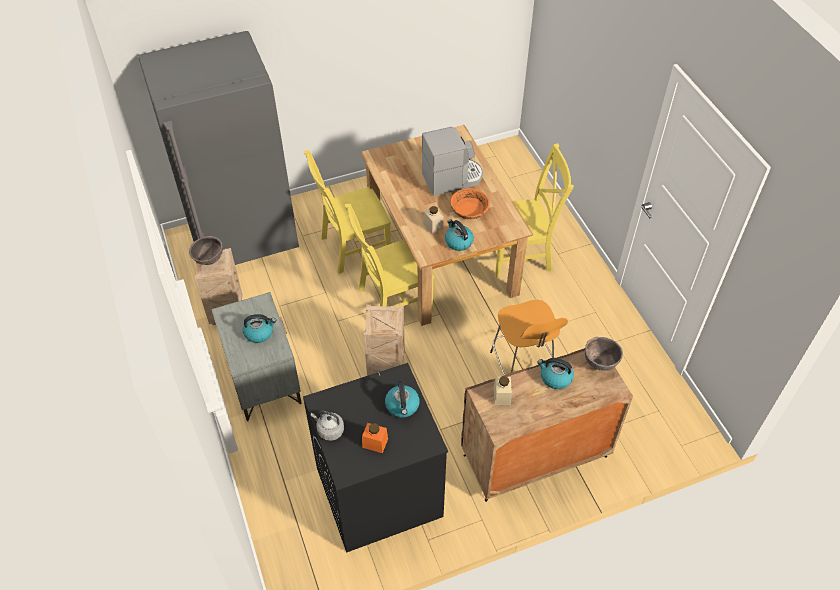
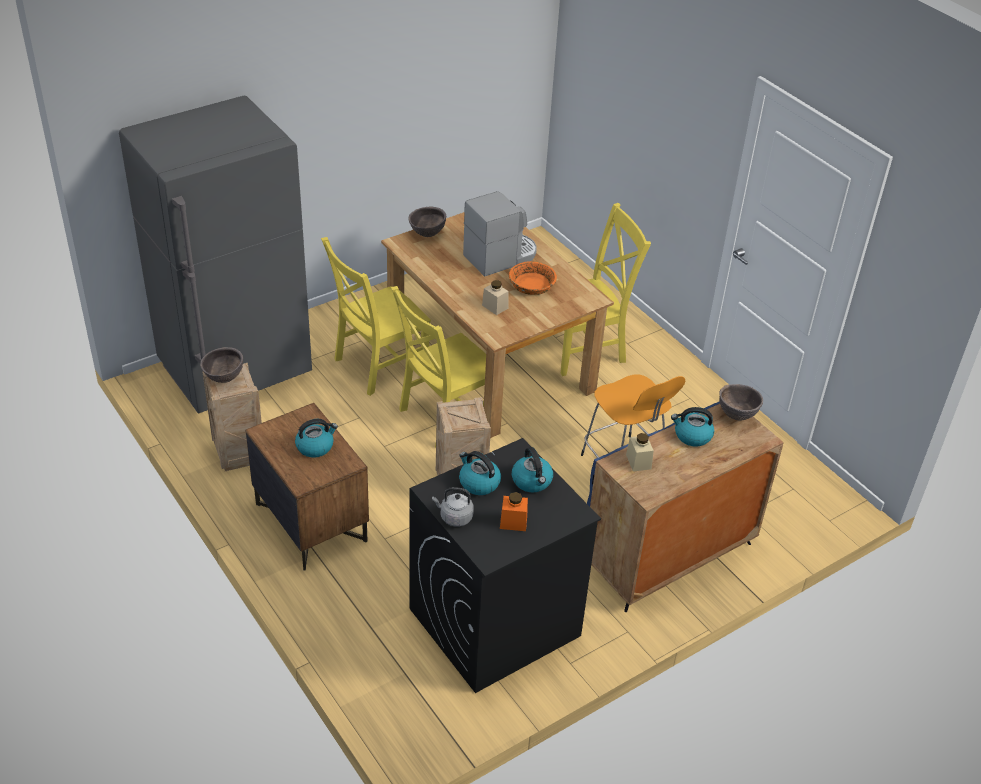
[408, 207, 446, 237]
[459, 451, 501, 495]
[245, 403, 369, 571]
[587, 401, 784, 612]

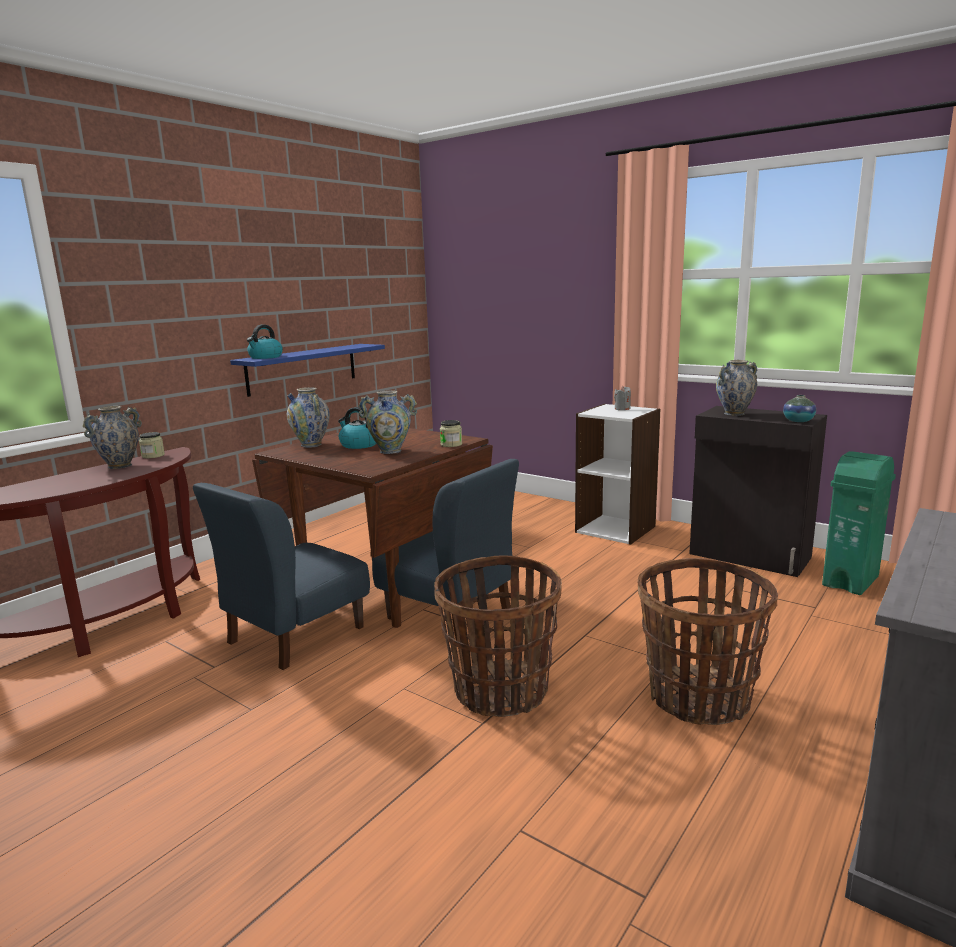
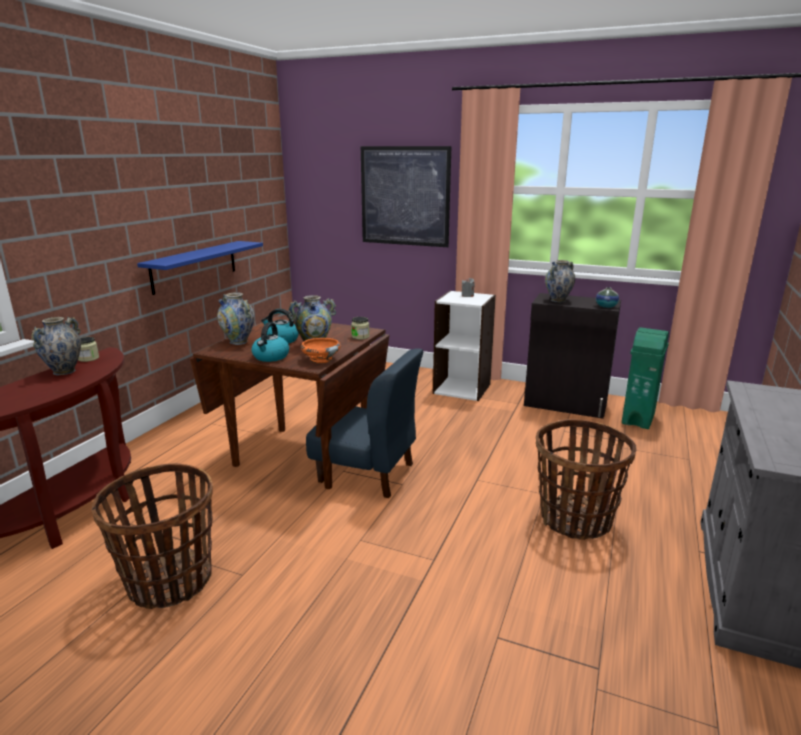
[193, 483, 370, 670] (first image)
[301, 338, 340, 364]
[361, 146, 452, 247]
[252, 322, 289, 362]
[92, 463, 213, 609]

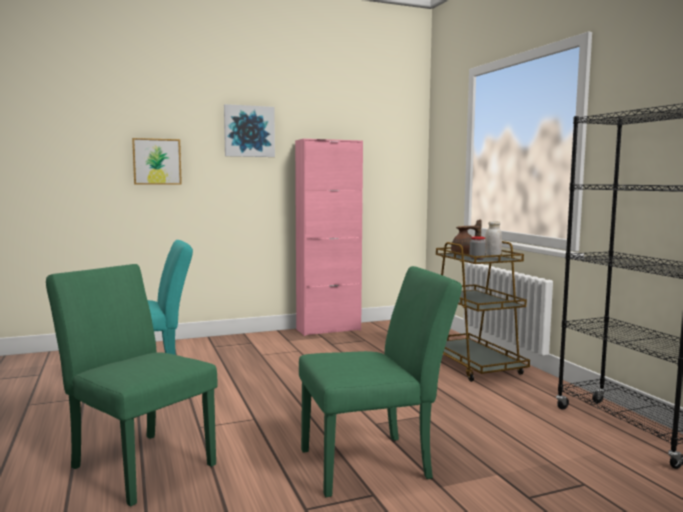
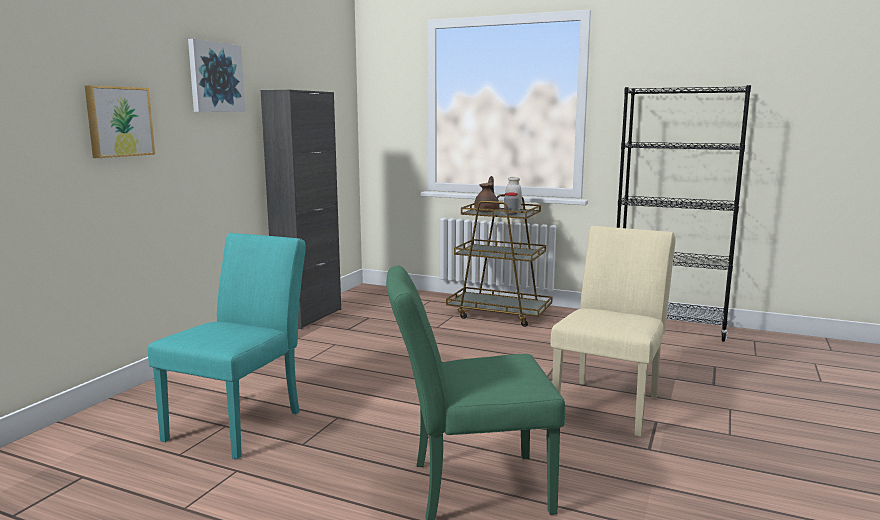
[261, 90, 341, 329]
[550, 226, 676, 437]

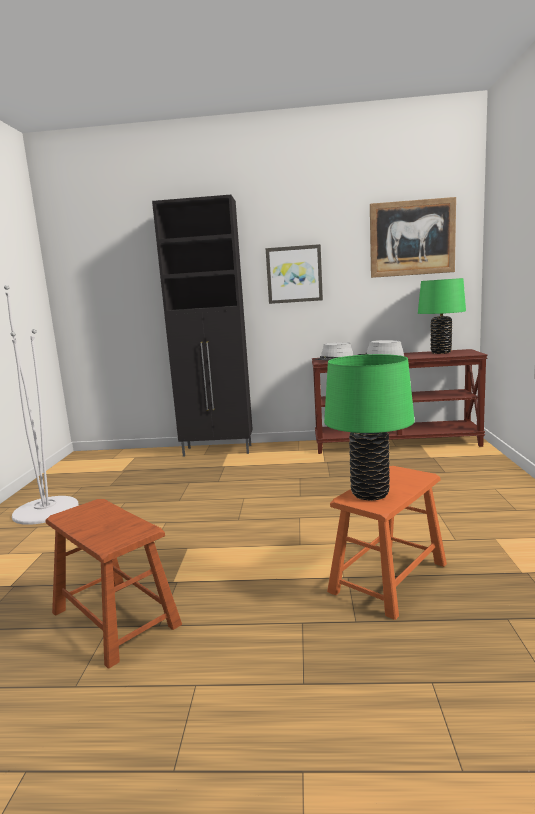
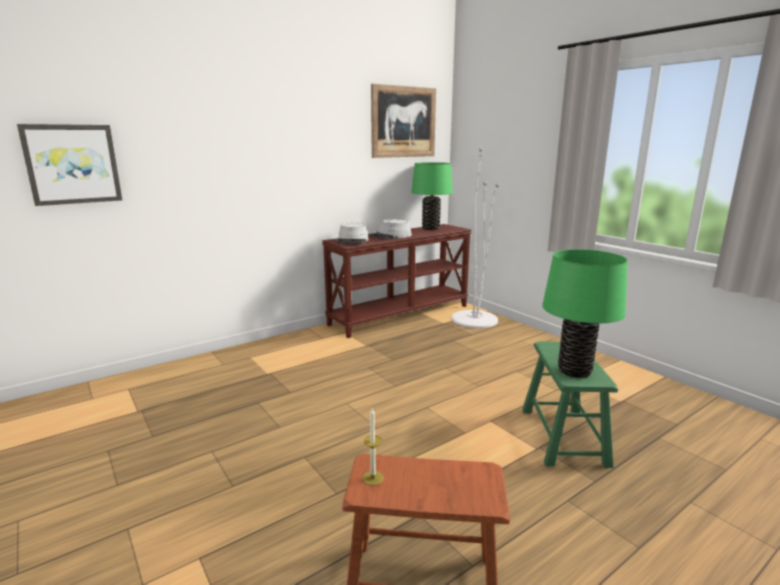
[152, 195, 253, 457] (first image)
[363, 408, 384, 486]
[451, 148, 499, 328]
[17, 124, 122, 206]
[522, 341, 618, 468]

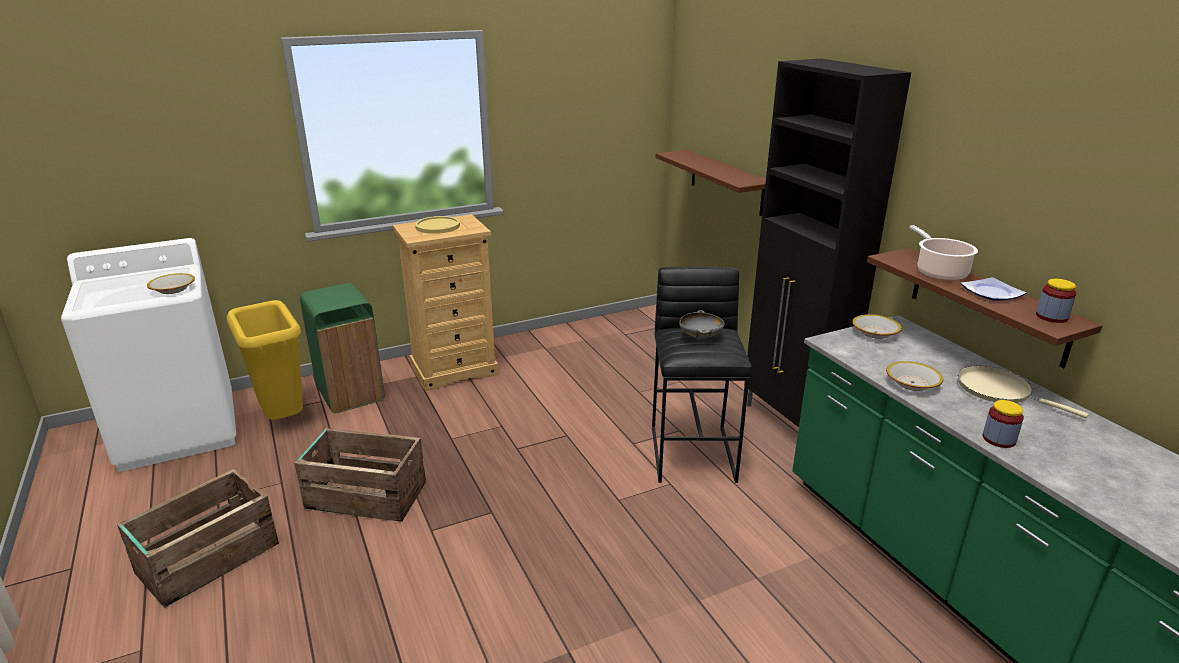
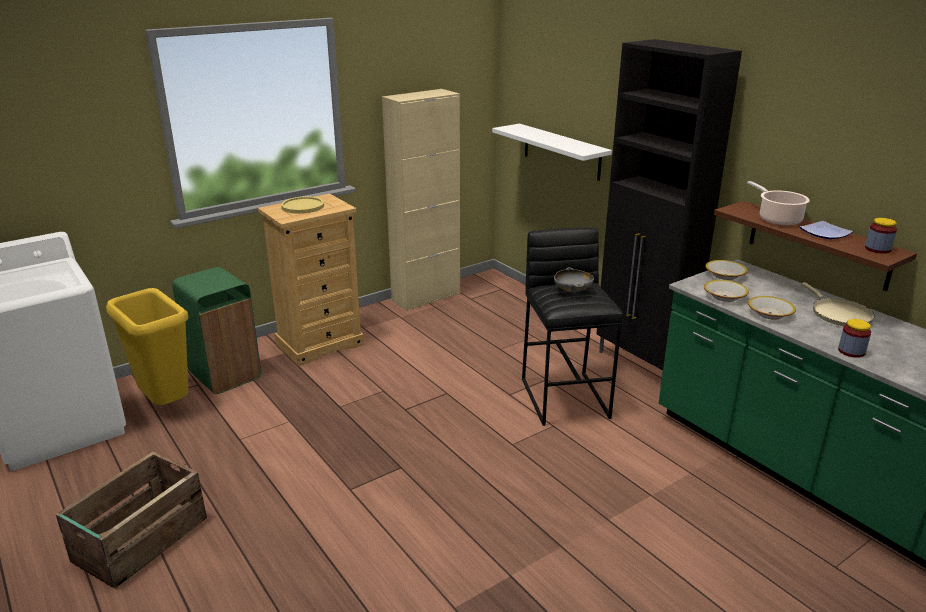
[294, 428, 426, 522] (first image)
[382, 89, 460, 311]
[704, 280, 749, 302]
[492, 123, 612, 181]
[801, 282, 875, 326]

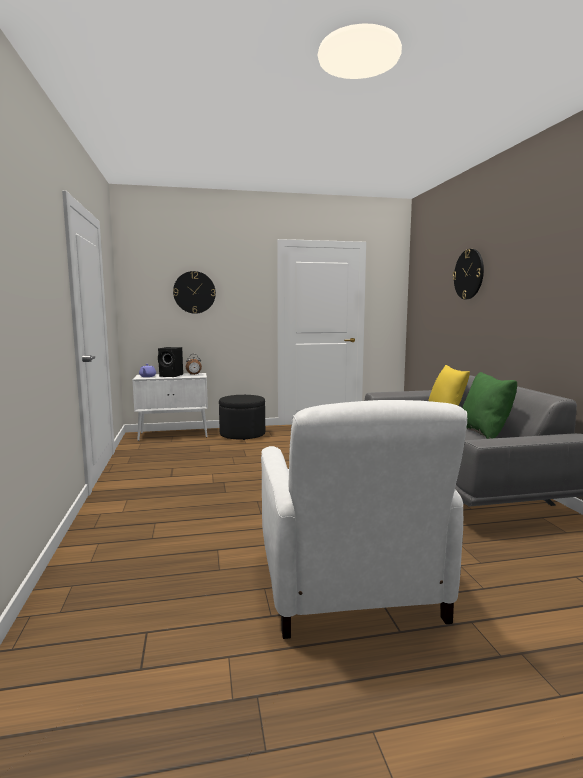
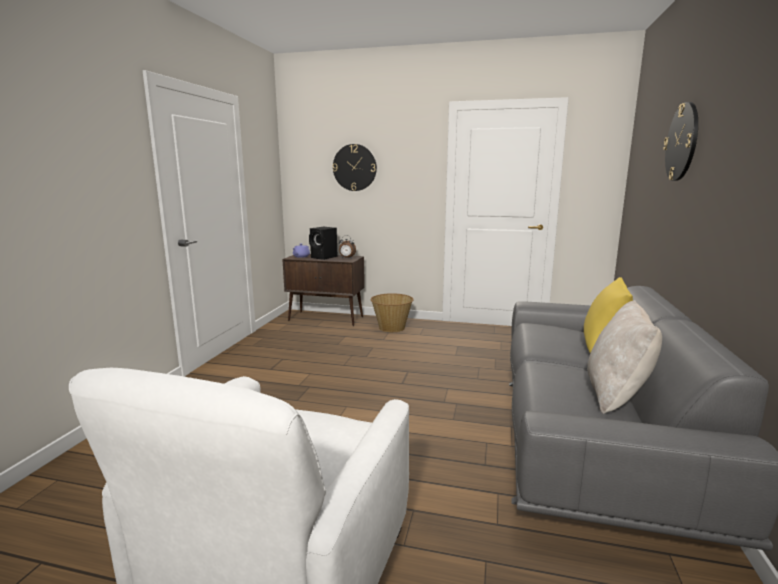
[371, 293, 414, 332]
[282, 254, 364, 326]
[587, 300, 662, 414]

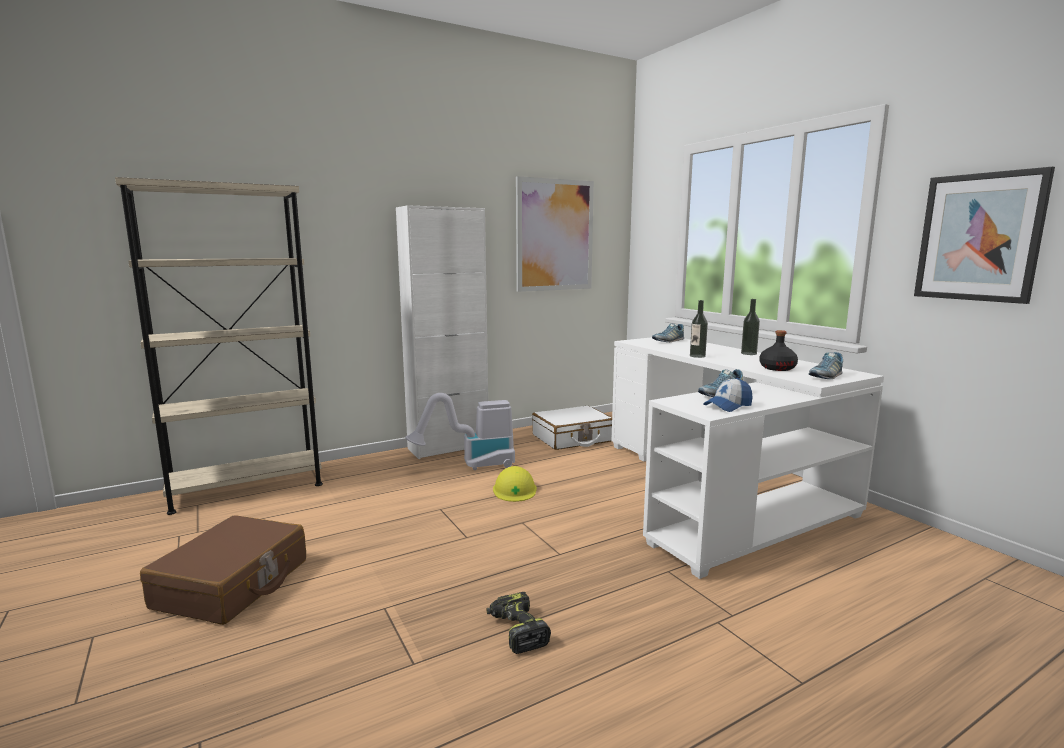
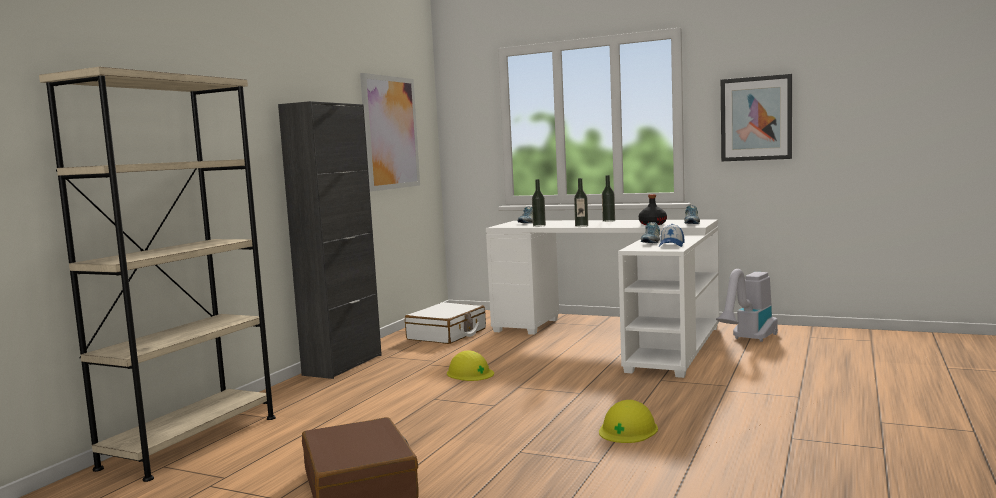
[532, 179, 546, 227]
[716, 269, 778, 342]
[599, 400, 658, 443]
[278, 101, 382, 379]

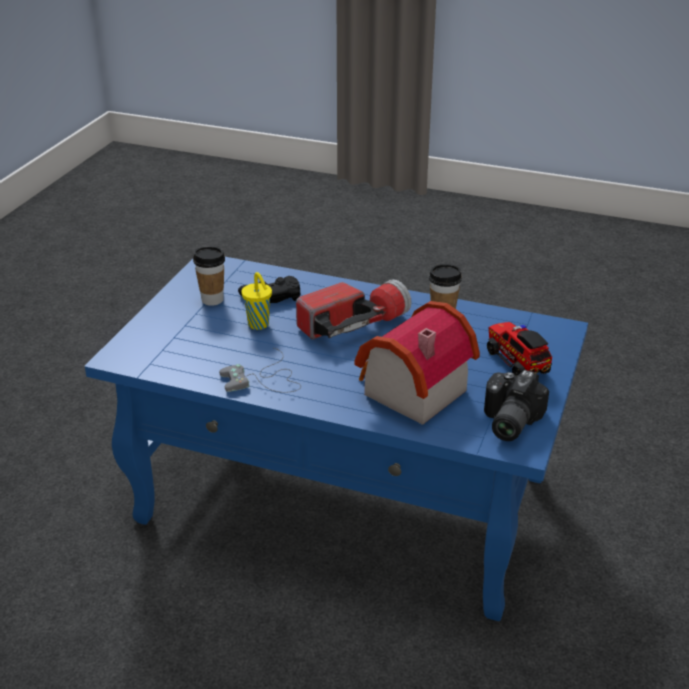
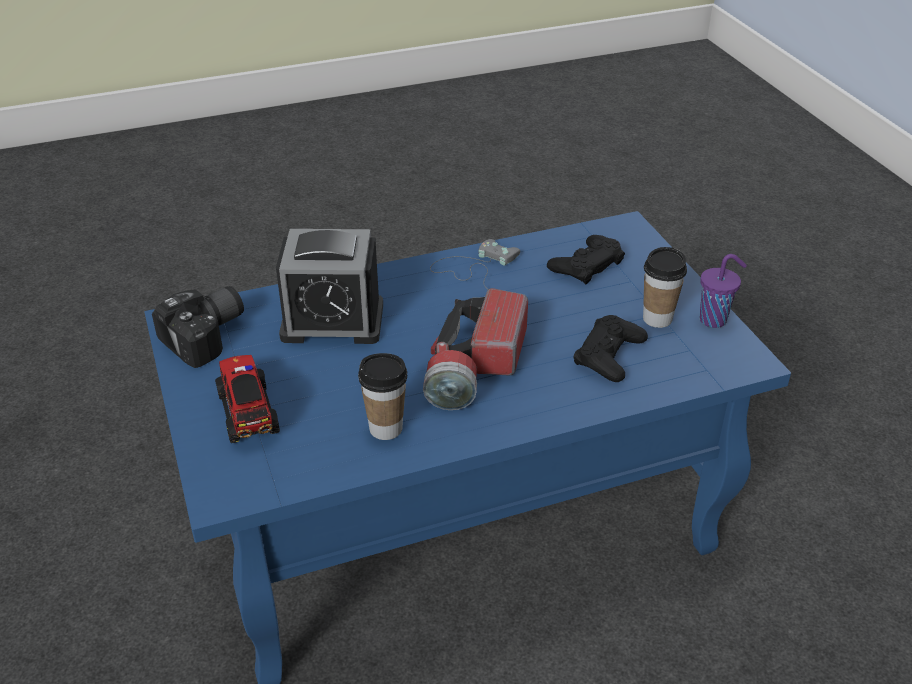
[241, 272, 272, 330] (first image)
[547, 235, 625, 284]
[700, 254, 747, 328]
[276, 229, 383, 344]
[152, 286, 244, 368]
[215, 355, 280, 443]

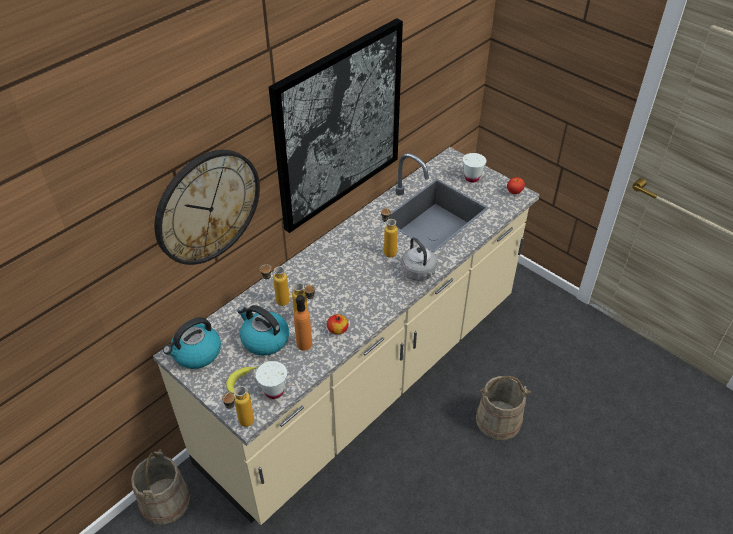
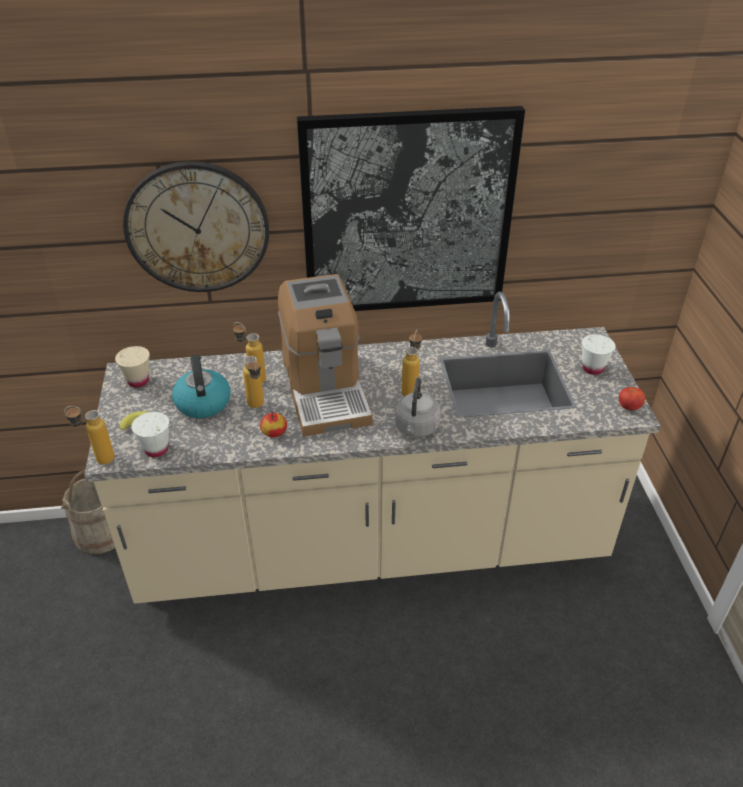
[294, 295, 312, 351] (first image)
[476, 376, 531, 440] (first image)
[278, 274, 373, 437]
[115, 346, 149, 387]

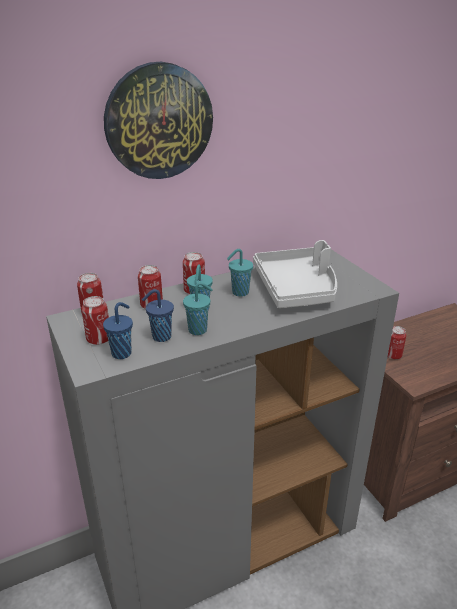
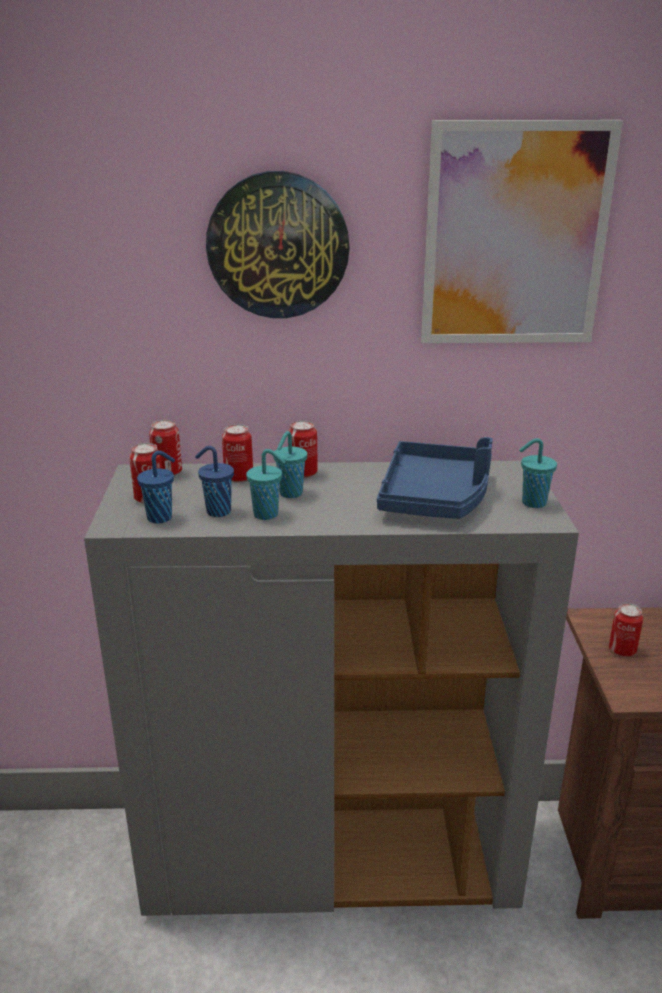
[421, 120, 623, 343]
[519, 438, 557, 508]
[377, 437, 493, 519]

